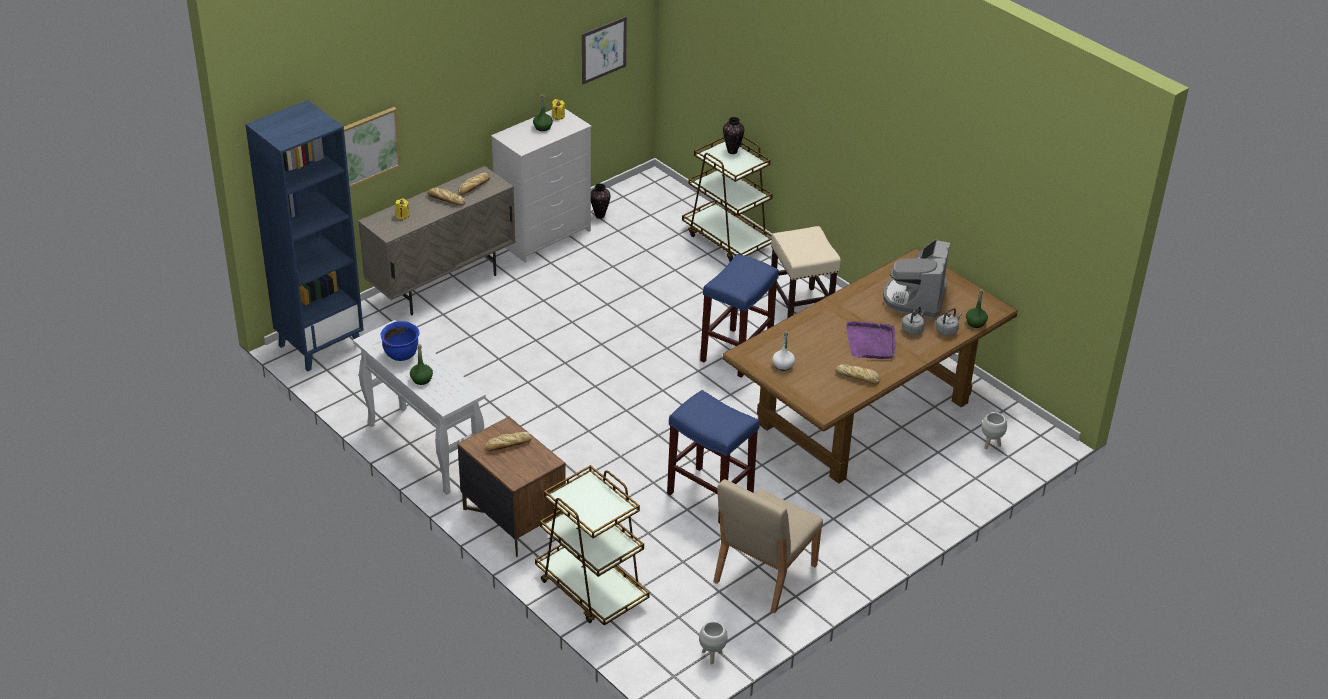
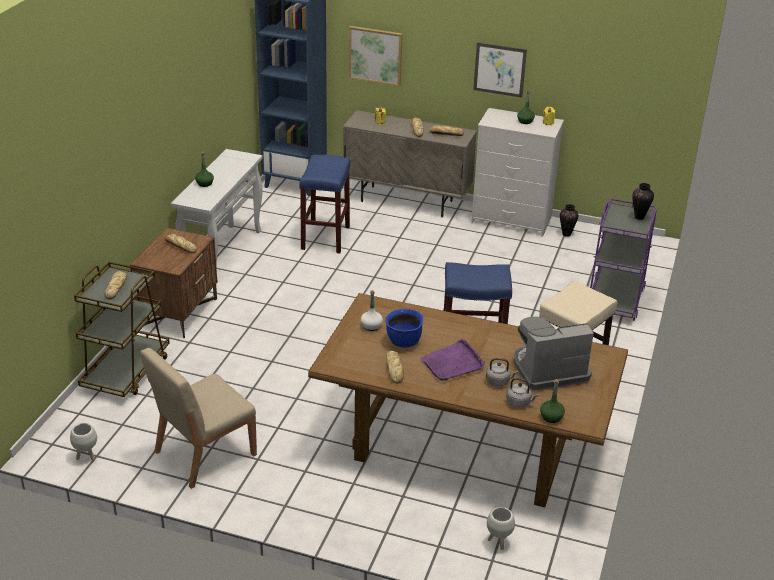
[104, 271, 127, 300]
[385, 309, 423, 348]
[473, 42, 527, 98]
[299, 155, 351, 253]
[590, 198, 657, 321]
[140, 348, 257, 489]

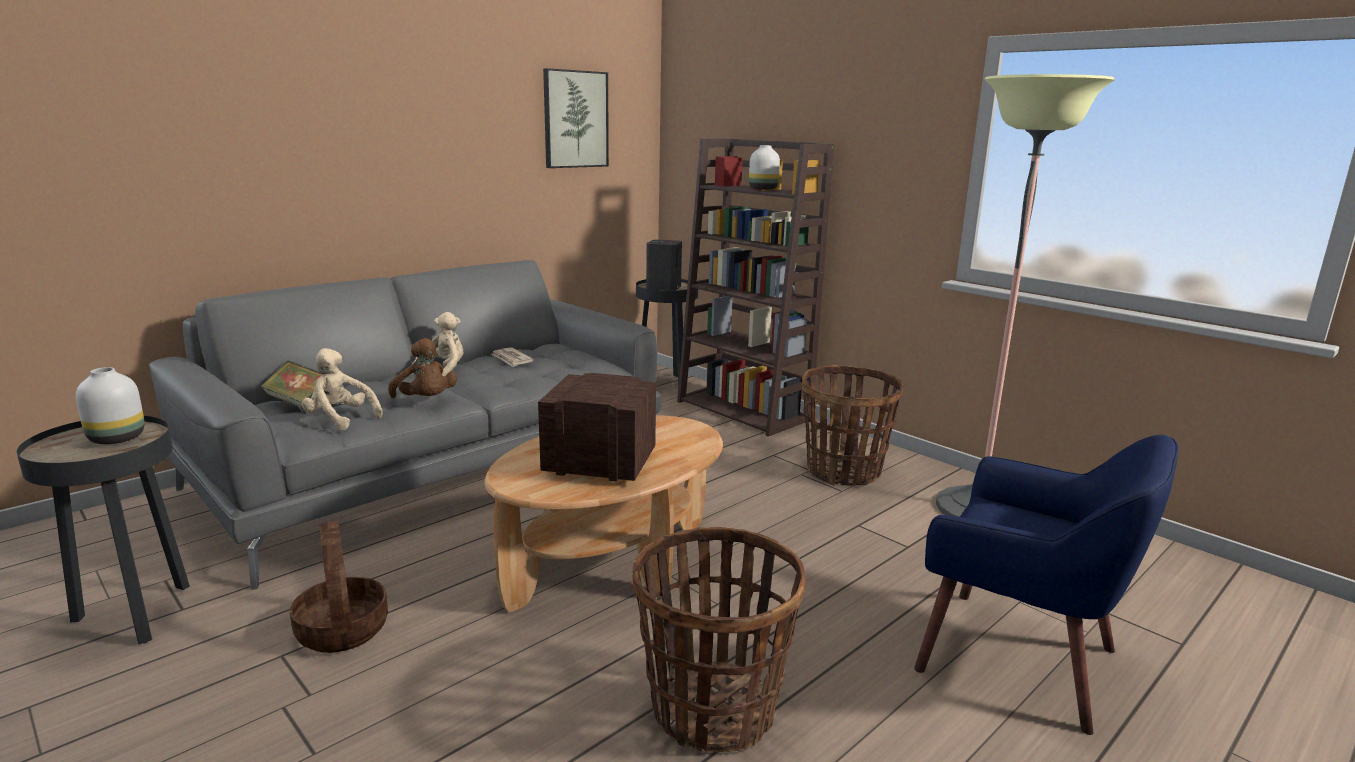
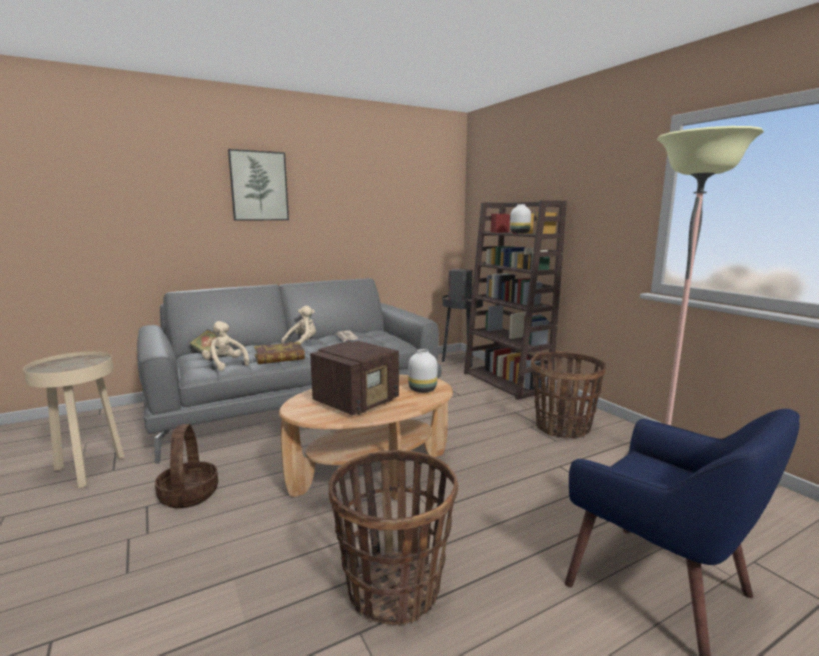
[408, 349, 437, 393]
[228, 149, 289, 221]
[254, 342, 305, 364]
[23, 352, 124, 488]
[310, 341, 399, 415]

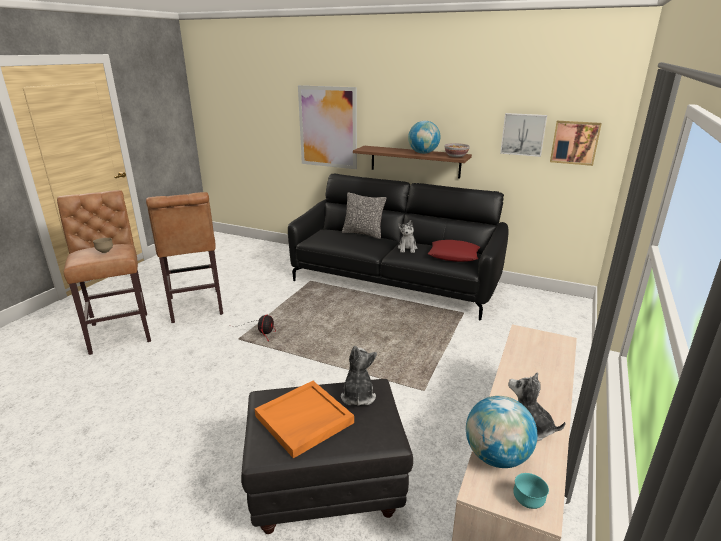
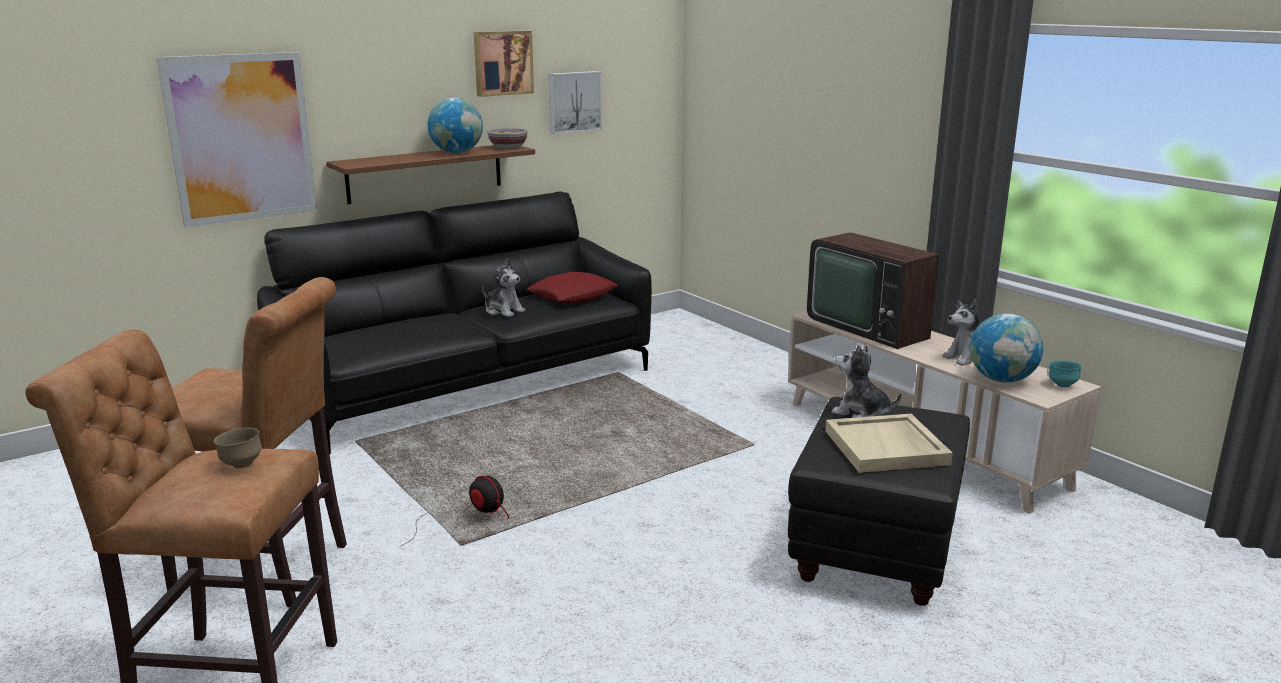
[342, 192, 386, 239] (first image)
[807, 233, 939, 349]
[474, 31, 534, 97]
[825, 414, 953, 473]

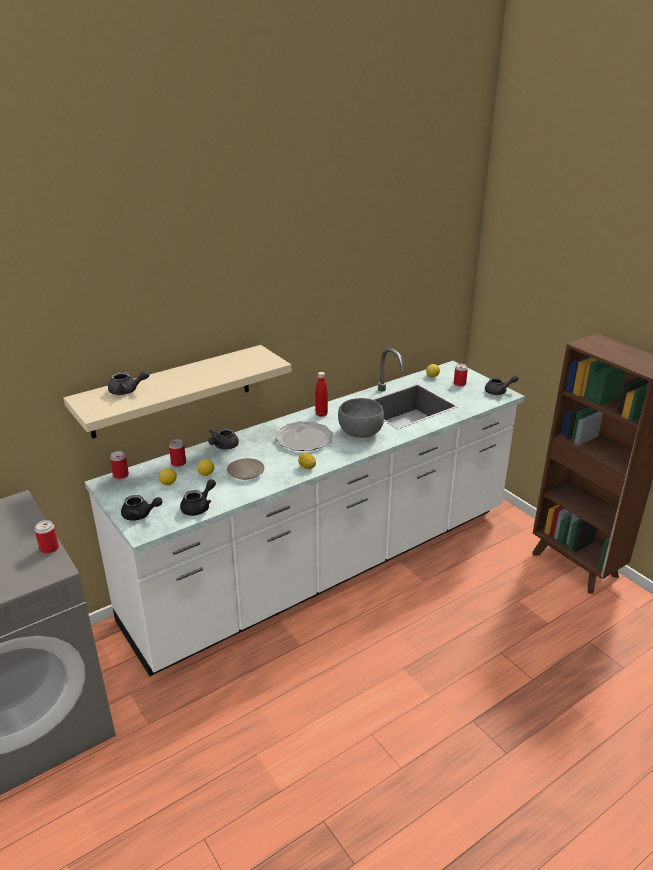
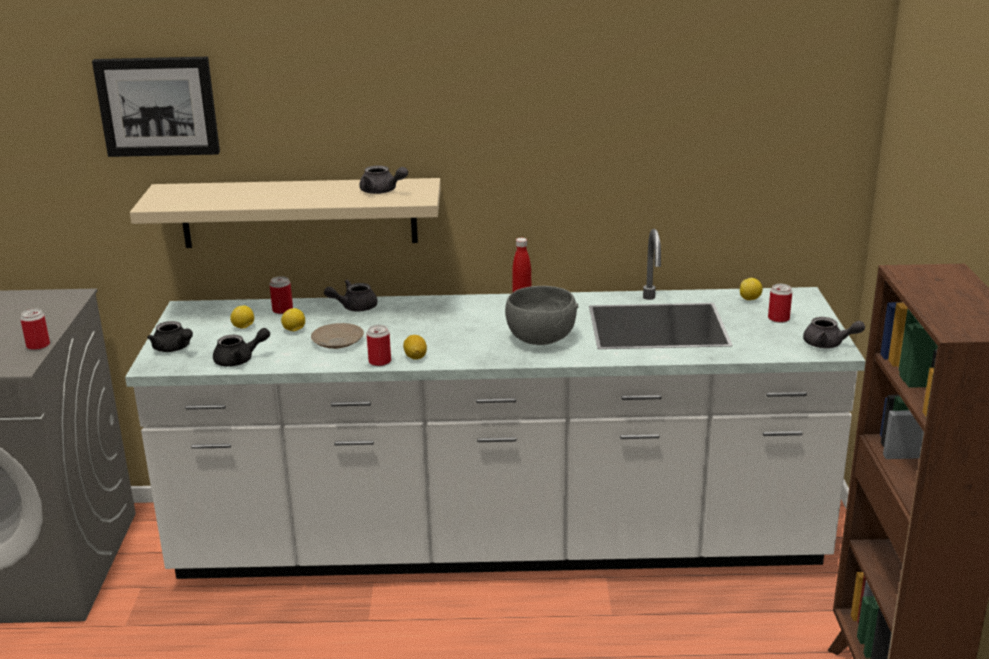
[275, 421, 333, 451] (first image)
[92, 57, 220, 157]
[359, 165, 408, 194]
[367, 325, 391, 366]

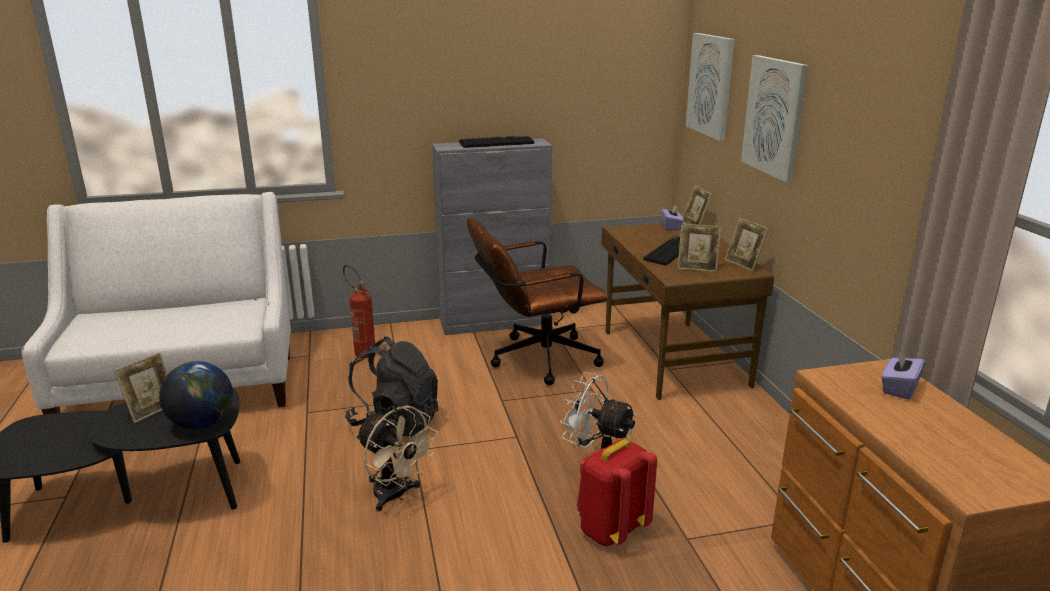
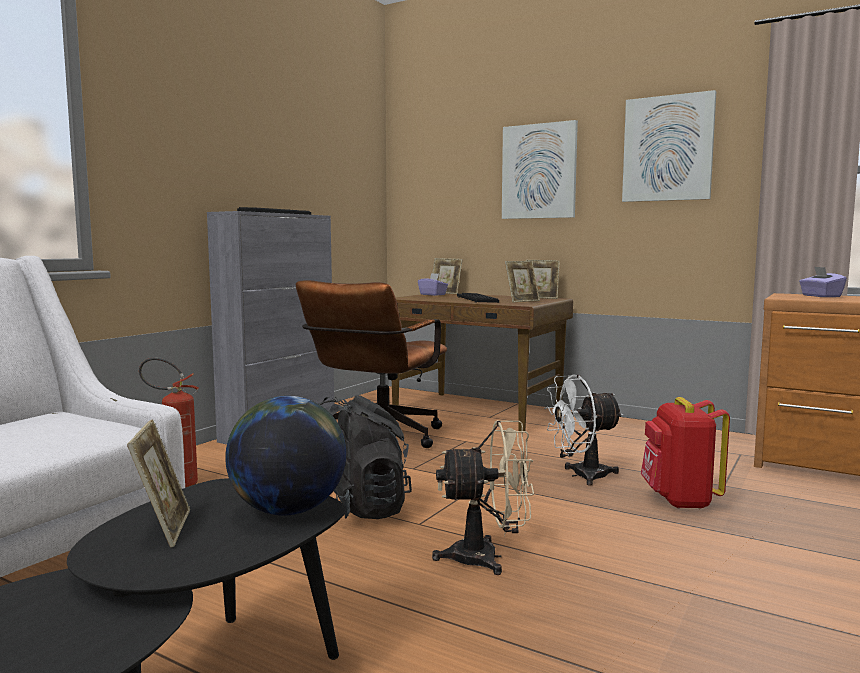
[622, 90, 716, 202]

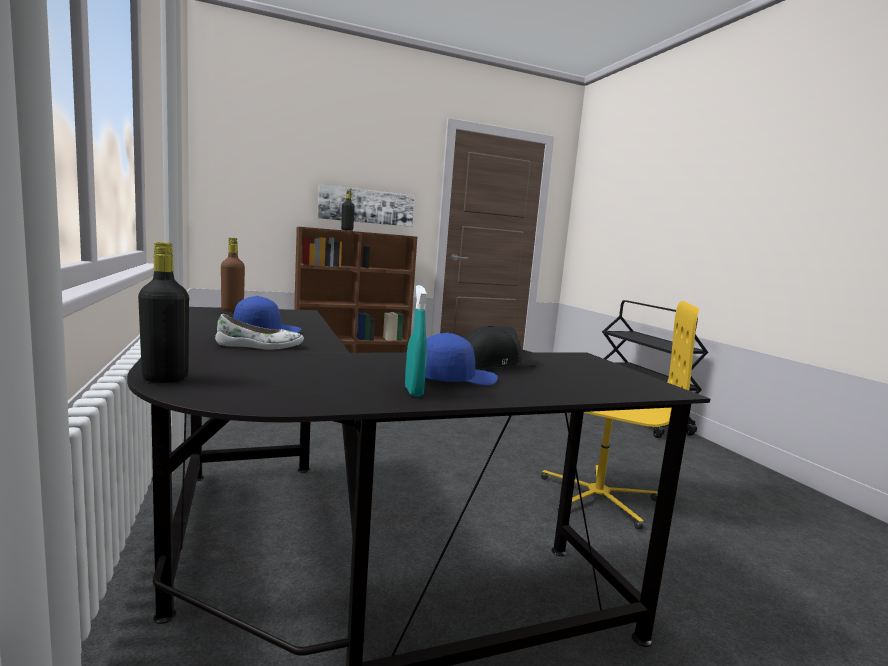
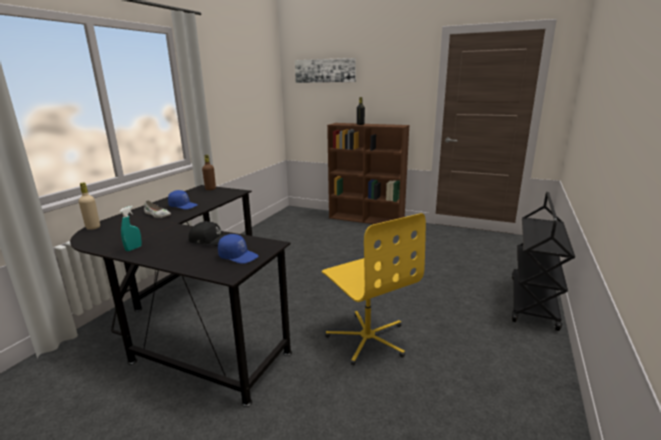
[295, 58, 356, 83]
[218, 234, 258, 264]
[79, 183, 100, 230]

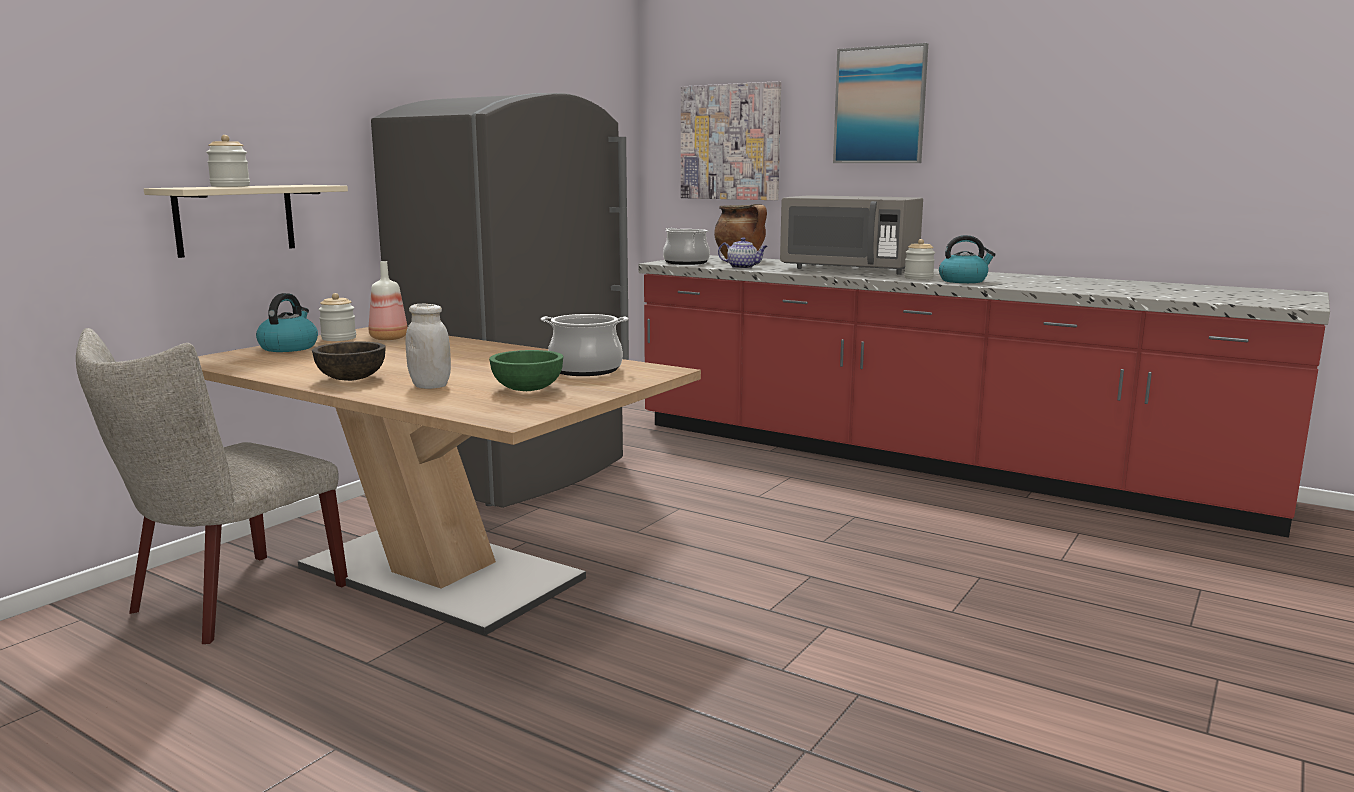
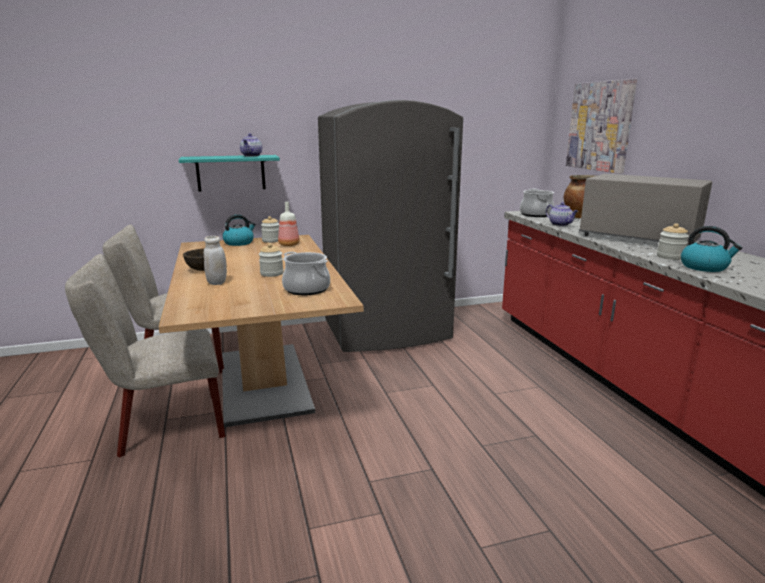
[489, 350, 563, 391] (first image)
[833, 43, 928, 163] (first image)
[65, 254, 226, 458]
[240, 133, 262, 157]
[259, 243, 283, 277]
[179, 155, 280, 192]
[579, 174, 712, 246]

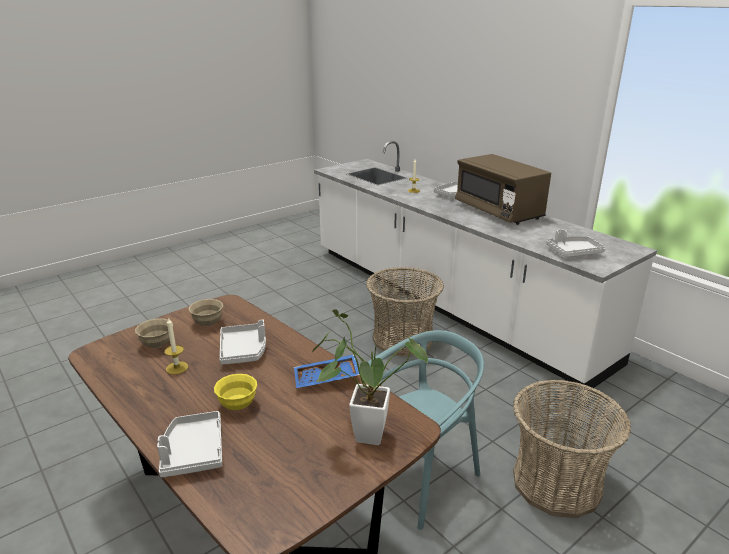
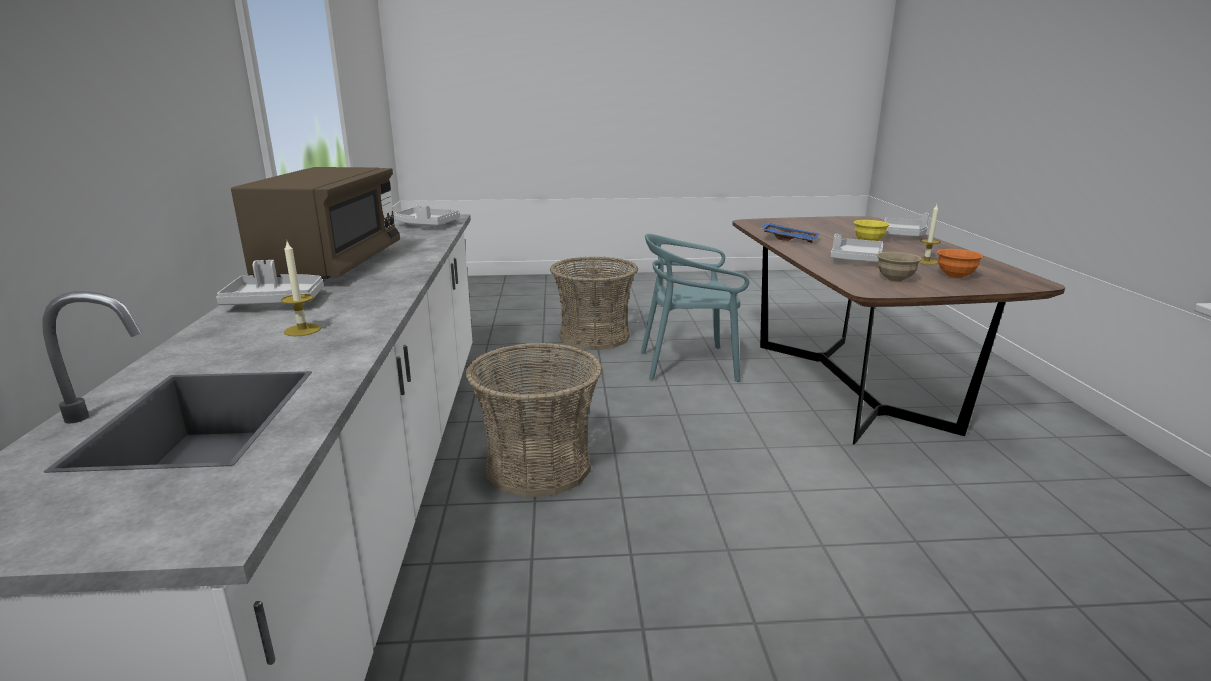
[311, 309, 428, 445] (first image)
[937, 249, 983, 278]

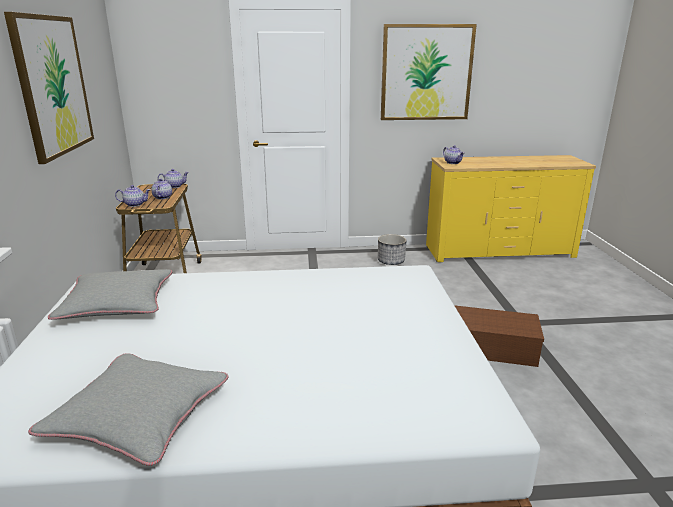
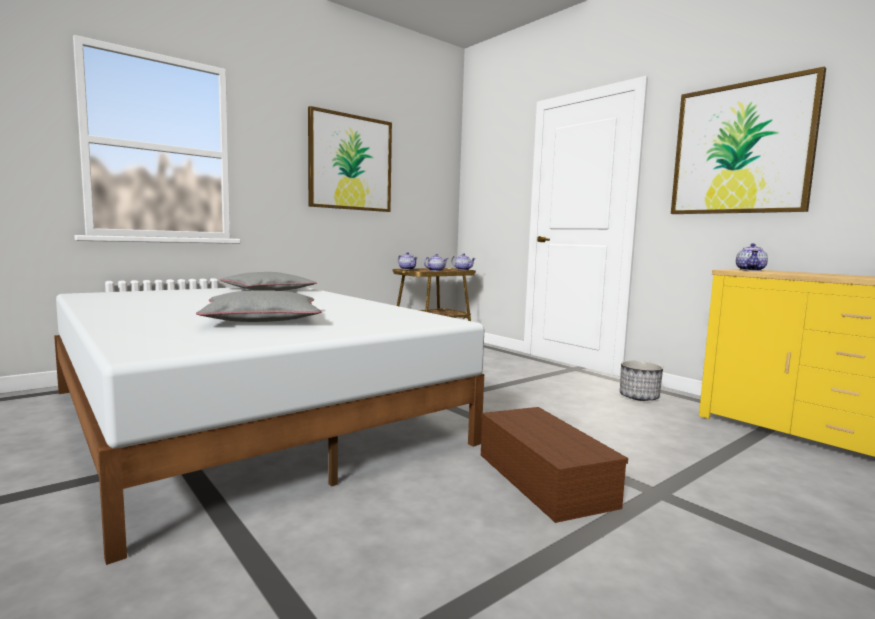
[196, 290, 322, 322]

